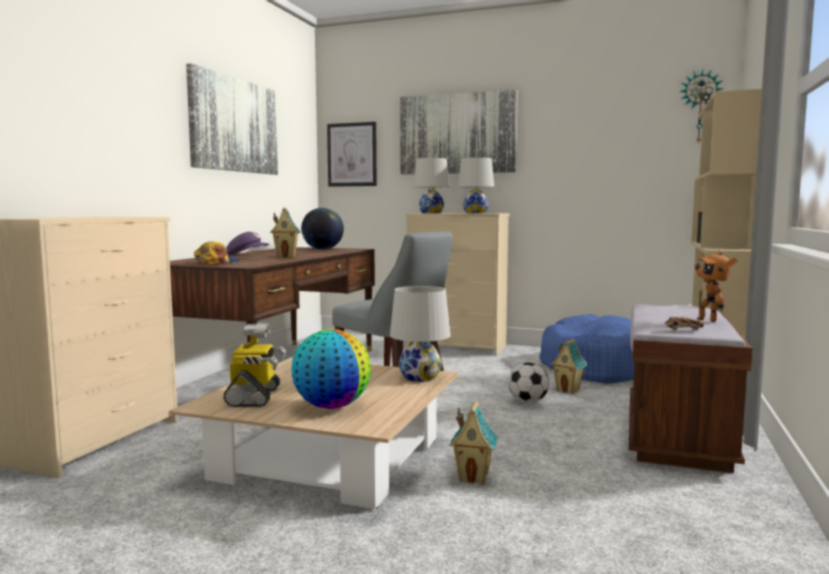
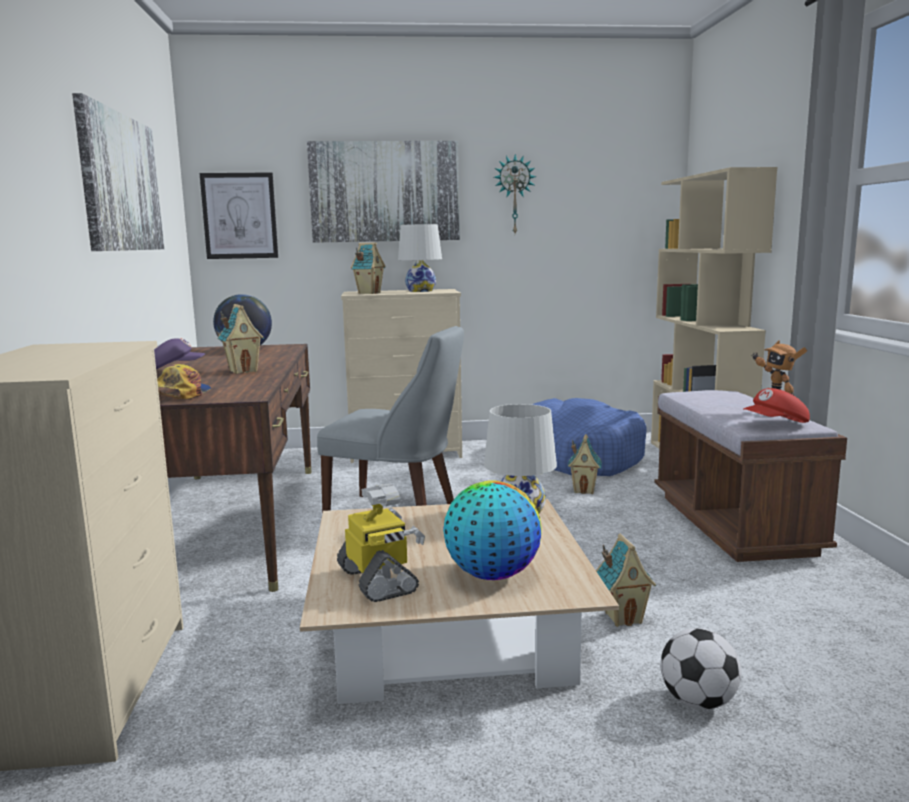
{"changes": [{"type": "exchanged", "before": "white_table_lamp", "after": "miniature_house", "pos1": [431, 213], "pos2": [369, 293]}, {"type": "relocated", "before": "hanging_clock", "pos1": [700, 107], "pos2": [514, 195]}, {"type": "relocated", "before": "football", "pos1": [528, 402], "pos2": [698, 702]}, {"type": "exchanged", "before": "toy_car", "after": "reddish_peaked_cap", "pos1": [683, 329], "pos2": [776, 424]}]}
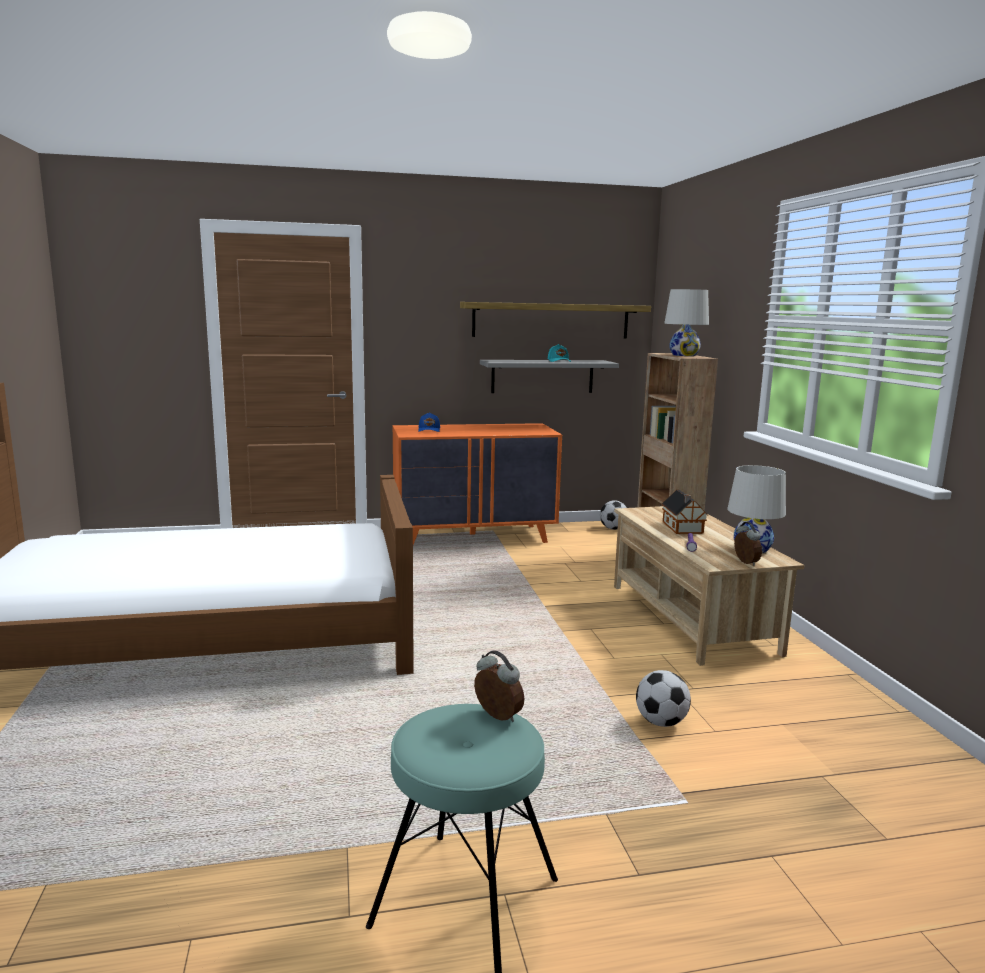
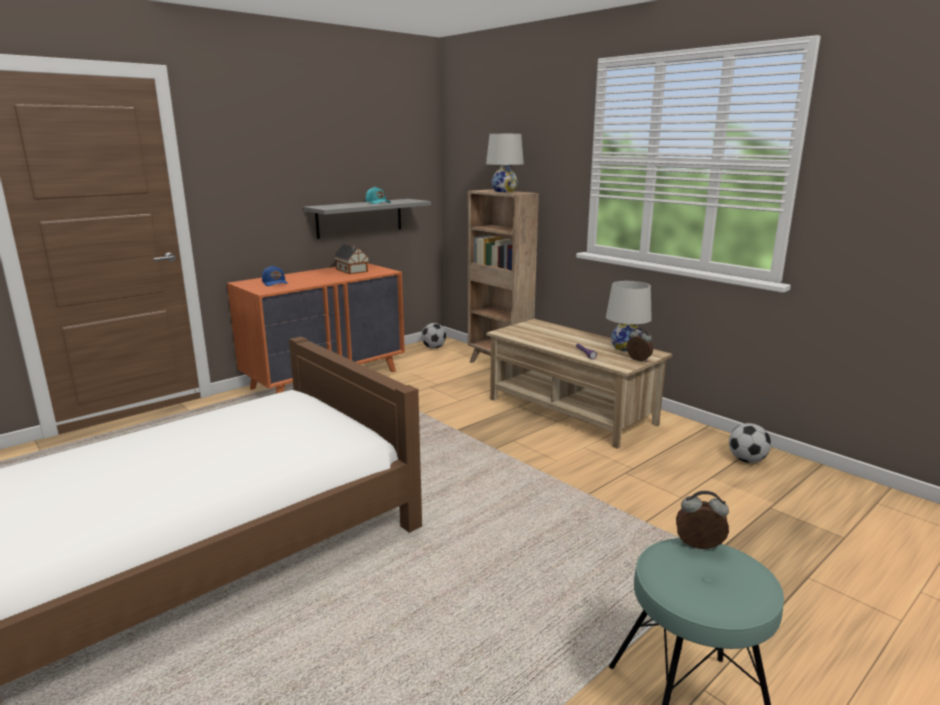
{"changes": [{"type": "relocated", "before": "miniature_house", "pos1": [682, 528], "pos2": [352, 270]}, {"type": "relocated", "before": "football", "pos1": [661, 722], "pos2": [747, 460]}, {"type": "missing", "before": "bracket_shelf", "pos1": [551, 320]}]}
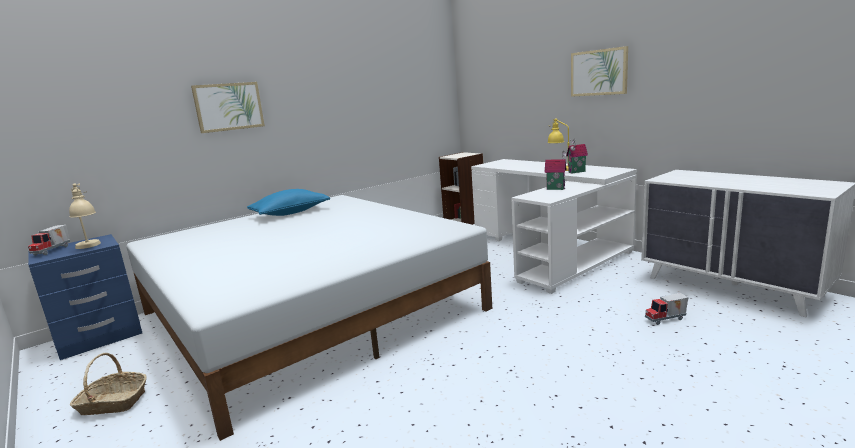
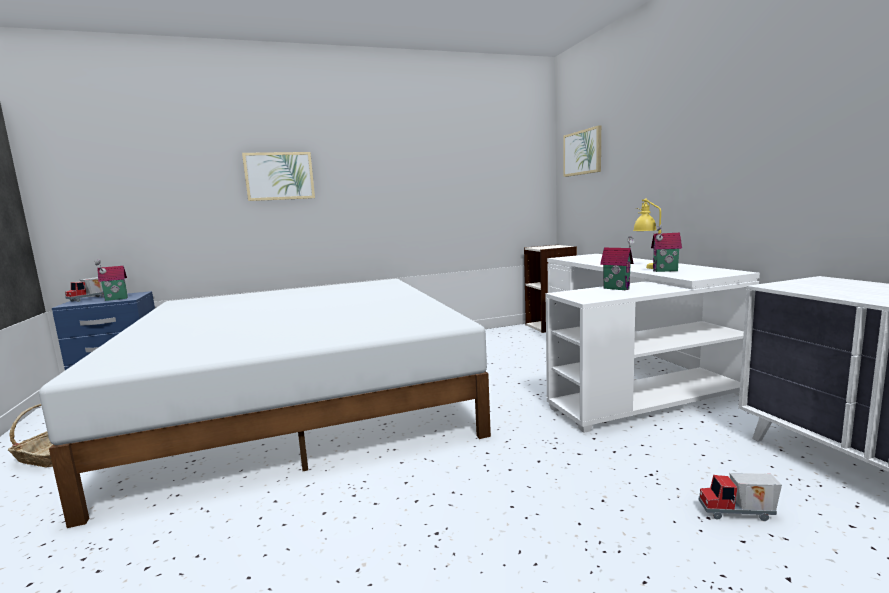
{"changes": [{"type": "exchanged", "before": "beige-coloured_table_lamp", "after": "miniature_house", "pos1": [91, 247], "pos2": [116, 299]}, {"type": "relocated", "before": "wall_art", "pos1": [598, 72], "pos2": [582, 152]}, {"type": "missing", "before": "blue-coloured_cushion", "pos1": [290, 213]}]}
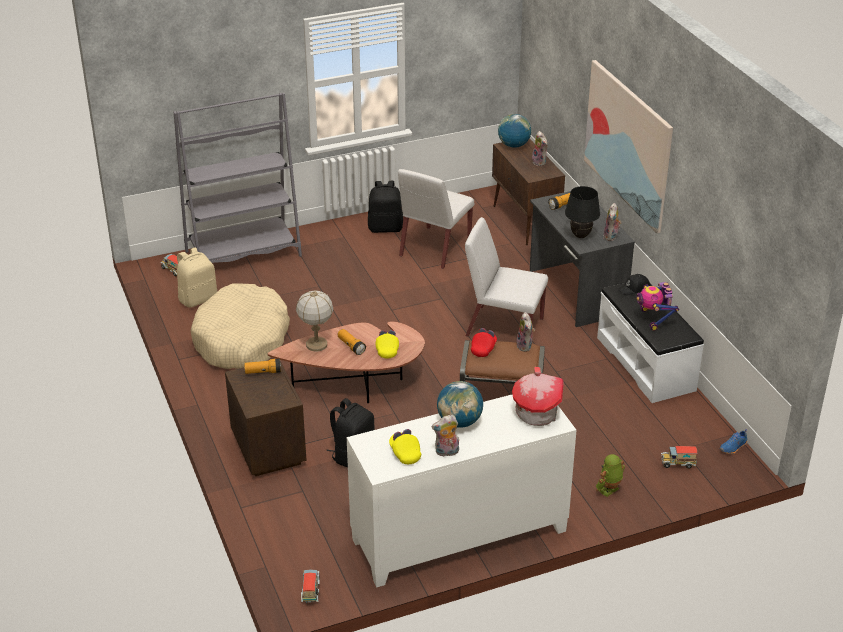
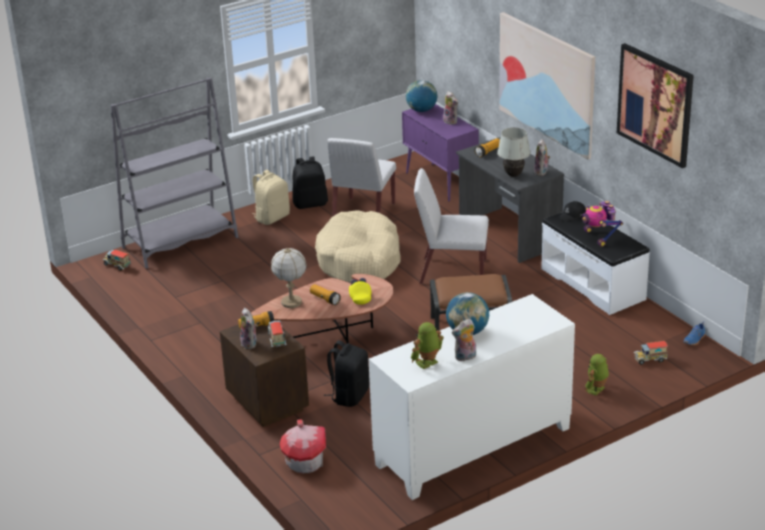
{"changes": [{"type": "relocated", "before": "plush_toy", "pos1": [525, 346], "pos2": [250, 344]}, {"type": "relocated", "before": "beige-coloured_rucksack", "pos1": [198, 298], "pos2": [272, 218]}, {"type": "relocated", "before": "toy_lorry", "pos1": [311, 591], "pos2": [277, 341]}, {"type": "relocated", "before": "miniature_house", "pos1": [537, 413], "pos2": [305, 462]}, {"type": "relocated", "before": "beige-coloured_pet_bed", "pos1": [241, 339], "pos2": [359, 260]}, {"type": "colour", "before": "brown-coloured_storage_cabinet", "after": "purple_storage_cabinet", "pos1": [525, 222], "pos2": [441, 182]}, {"type": "exchanged", "before": "yellow-coloured_peaked_cap", "after": "toy_robot", "pos1": [405, 453], "pos2": [427, 363]}, {"type": "colour", "before": "black-coloured_table_lamp", "after": "white_table_lamp", "pos1": [580, 236], "pos2": [513, 175]}, {"type": "appeared", "after": "wall_art", "pos2": [655, 104]}, {"type": "missing", "before": "reddish_peaked_cap", "pos1": [483, 348]}]}
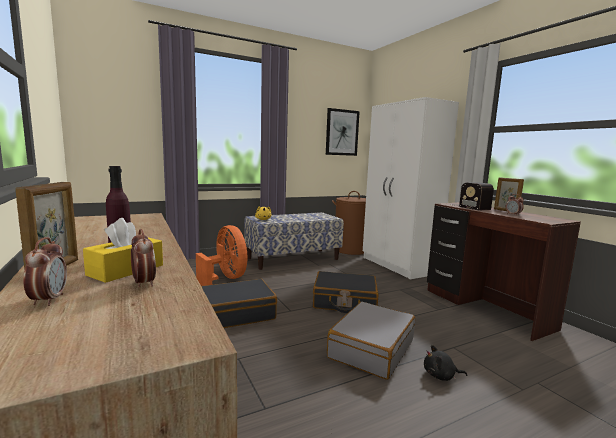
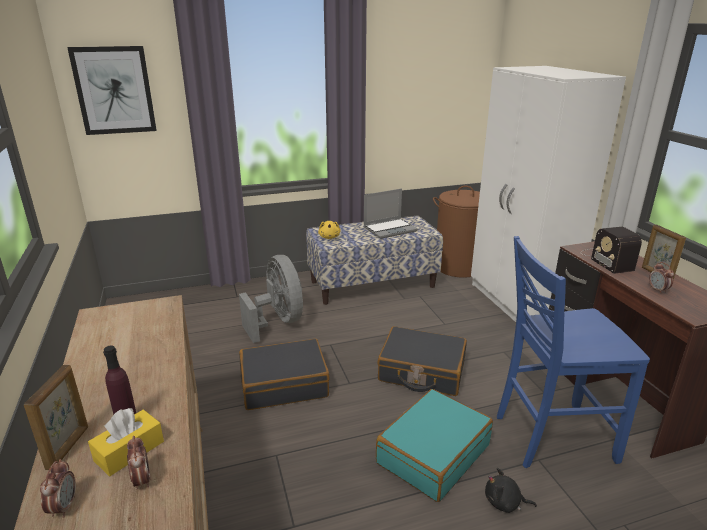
{"changes": [{"type": "relocated", "before": "wall_art", "pos1": [342, 132], "pos2": [114, 90]}, {"type": "colour", "before": "orange-coloured_cooling_fan", "after": "gray_cooling_fan", "pos1": [225, 279], "pos2": [278, 322]}, {"type": "appeared", "after": "notebook_computer", "pos2": [390, 229]}, {"type": "colour", "before": "gray_suitcase", "after": "turquoise-coloured_suitcase", "pos1": [371, 349], "pos2": [432, 453]}, {"type": "appeared", "after": "blue-coloured_plain_chair", "pos2": [550, 436]}]}
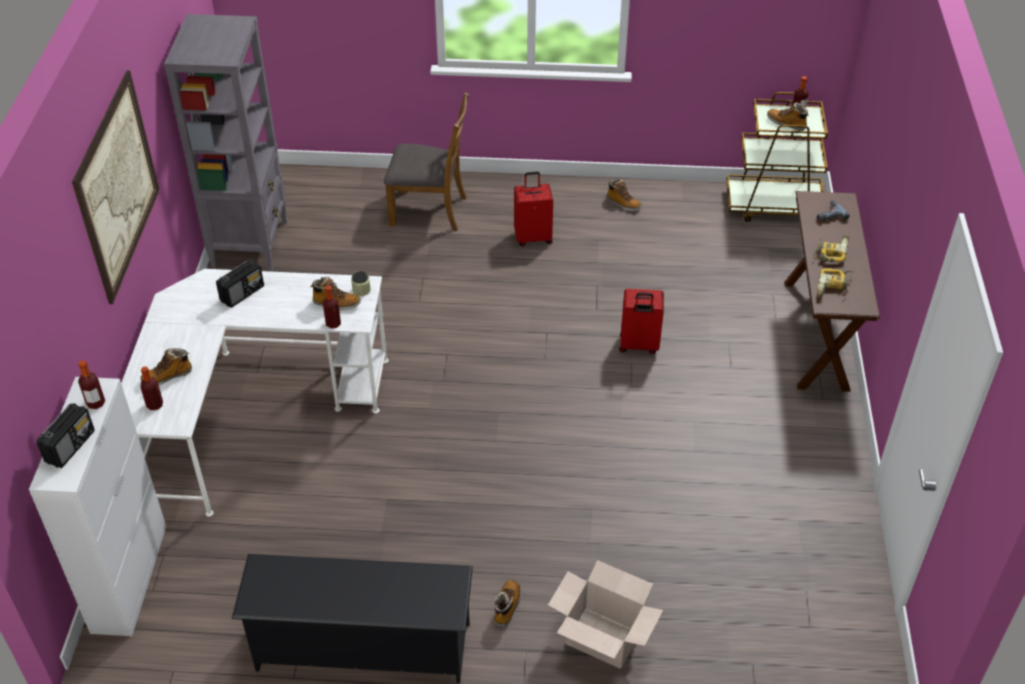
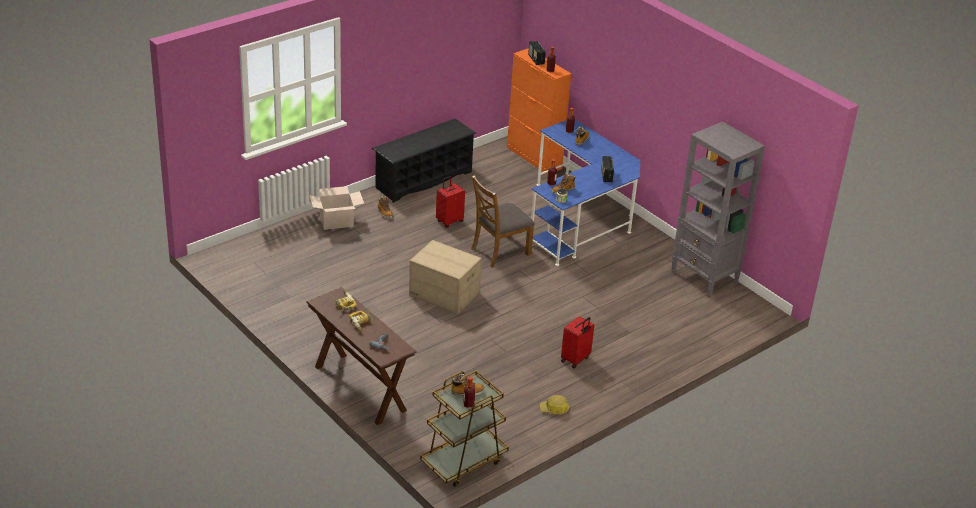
{"changes": [{"type": "appeared", "after": "packing_box", "pos2": [444, 294]}, {"type": "relocated", "before": "reddish_suitcase", "pos1": [638, 345], "pos2": [449, 221]}, {"type": "relocated", "before": "brown-coloured_plain_chair", "pos1": [429, 210], "pos2": [500, 251]}, {"type": "colour", "before": "white_storage_cabinet", "after": "orange-coloured_storage_cabinet", "pos1": [130, 577], "pos2": [534, 158]}, {"type": "colour", "before": "white_desk", "after": "blue-coloured_desk", "pos1": [248, 411], "pos2": [581, 218]}, {"type": "exchanged", "before": "high-top_boot", "after": "safety_helmet", "pos1": [623, 204], "pos2": [554, 409]}, {"type": "missing", "before": "wall_art", "pos1": [117, 186]}]}
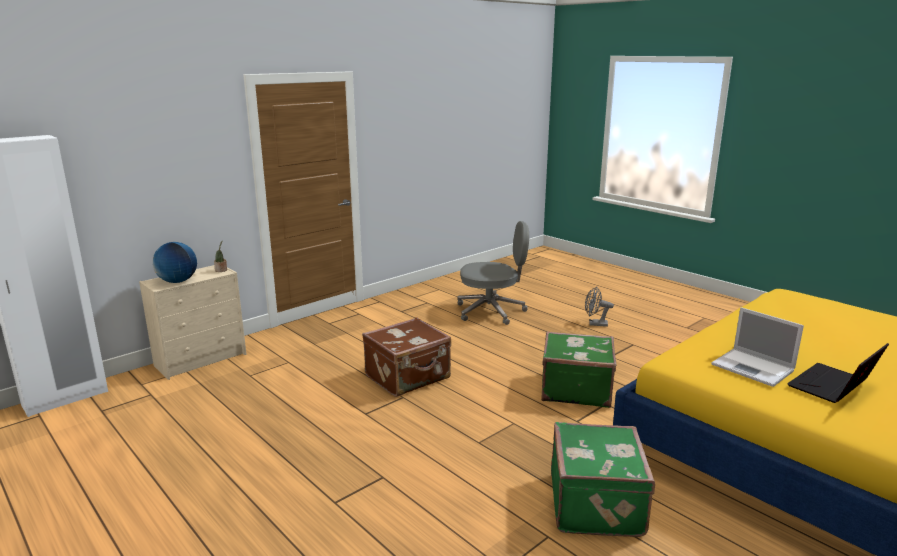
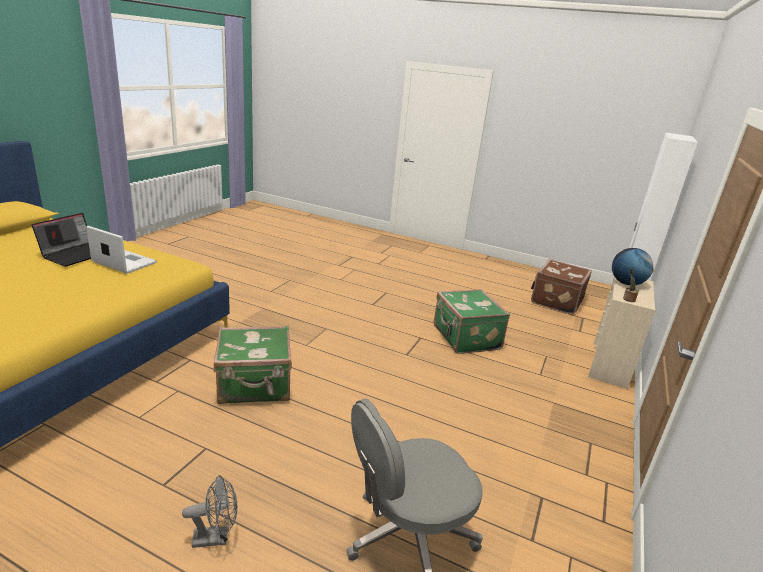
{"changes": [{"type": "relocated", "before": "green_suitcase", "pos1": [597, 504], "pos2": [465, 338]}, {"type": "relocated", "before": "brown-coloured_suitcase", "pos1": [408, 377], "pos2": [555, 301]}]}
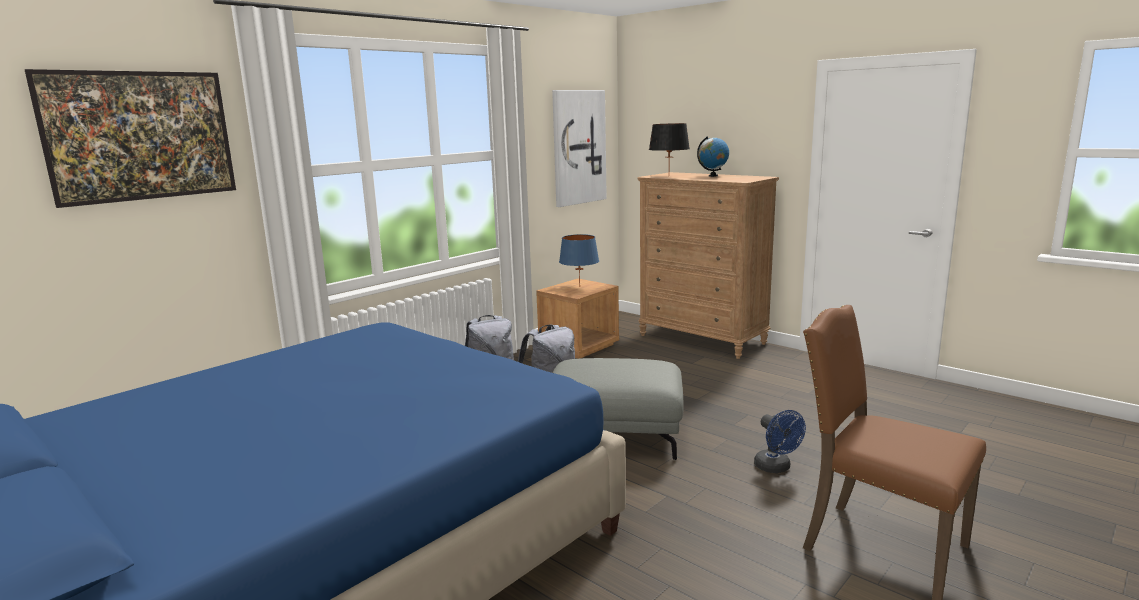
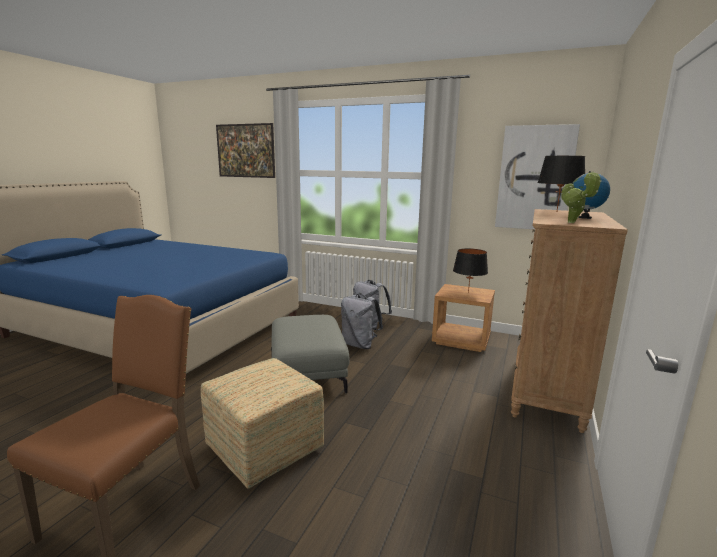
{"changes": [{"type": "exchanged", "before": "blue-coloured_cooling_fan", "after": "pouffe", "pos1": [776, 468], "pos2": [266, 449]}, {"type": "colour", "before": "blue-coloured_table_lamp", "after": "black-coloured_table_lamp", "pos1": [579, 287], "pos2": [468, 292]}, {"type": "appeared", "after": "plant_in_a_pot", "pos2": [573, 223]}]}
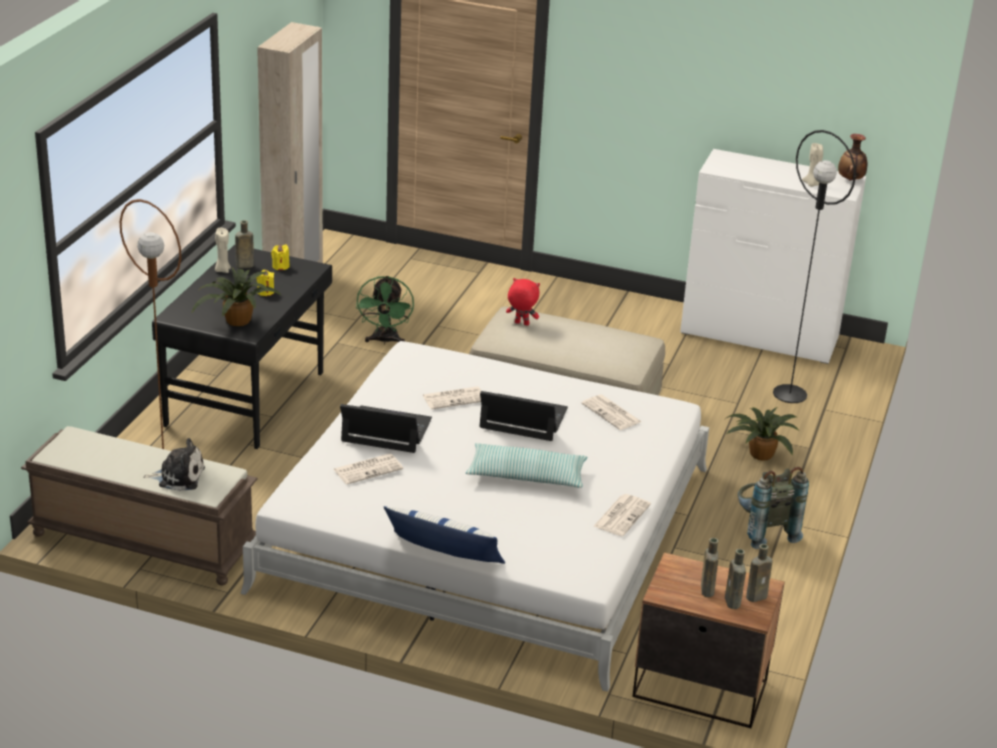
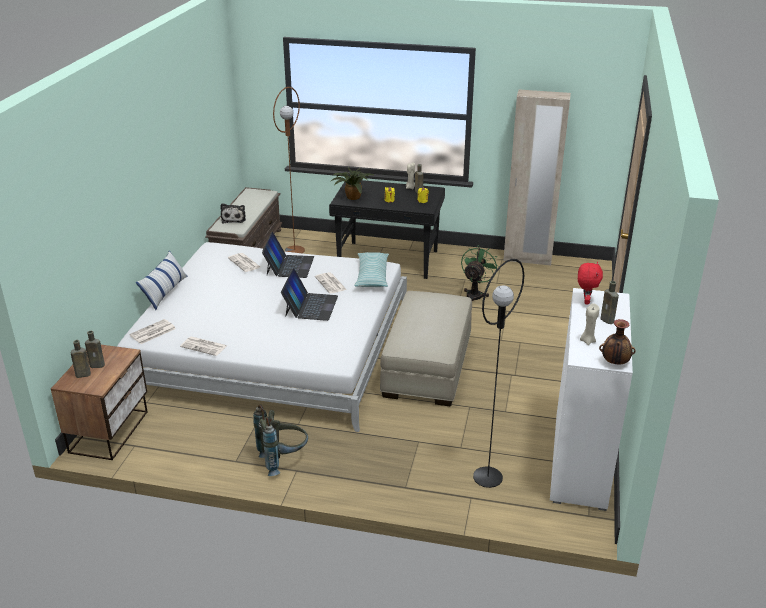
{"changes": [{"type": "relocated", "before": "newspaper", "pos1": [612, 413], "pos2": [152, 332]}, {"type": "relocated", "before": "cushion", "pos1": [526, 476], "pos2": [372, 276]}, {"type": "spun", "before": "green_cooling_fan", "pos1": [385, 341], "pos2": [475, 294], "turn": 120}, {"type": "relocated", "before": "reddish_plush_toy", "pos1": [521, 324], "pos2": [585, 301]}, {"type": "relocated", "before": "brown-coloured_bottle", "pos1": [758, 596], "pos2": [608, 320]}, {"type": "missing", "before": "plant_in_a_pot", "pos1": [759, 454]}]}
